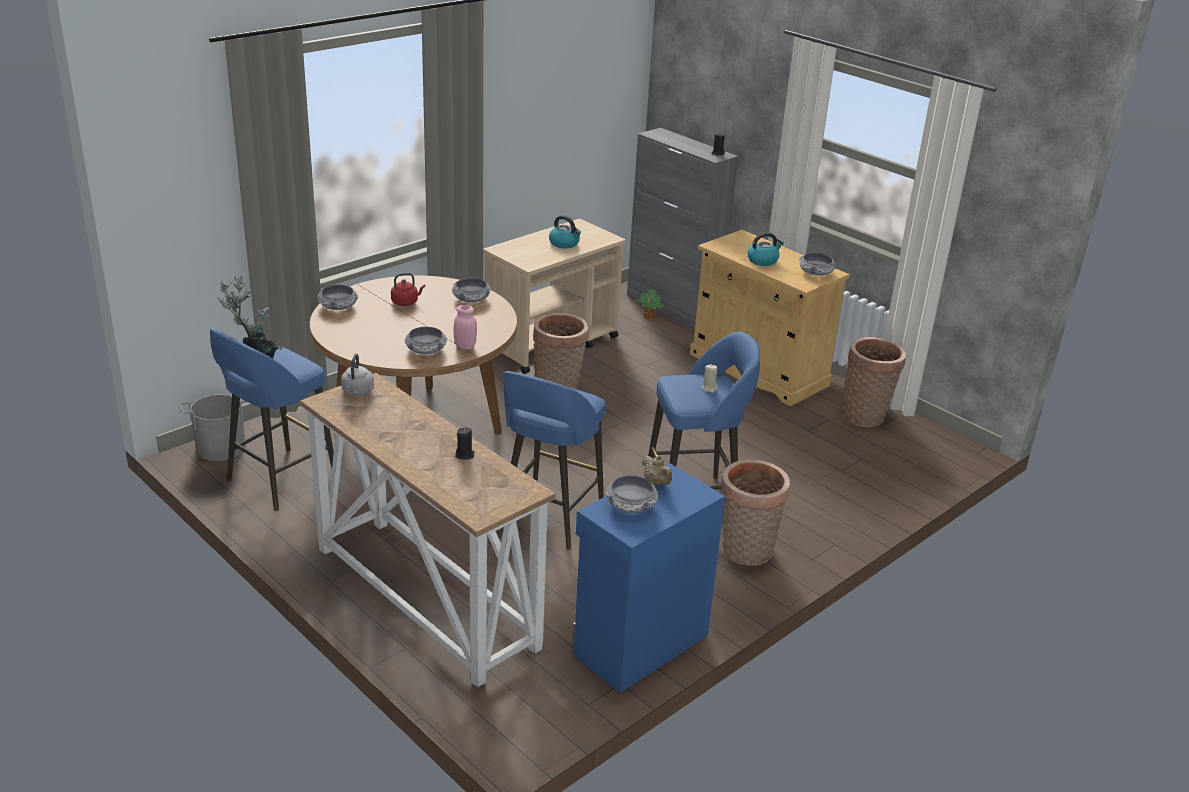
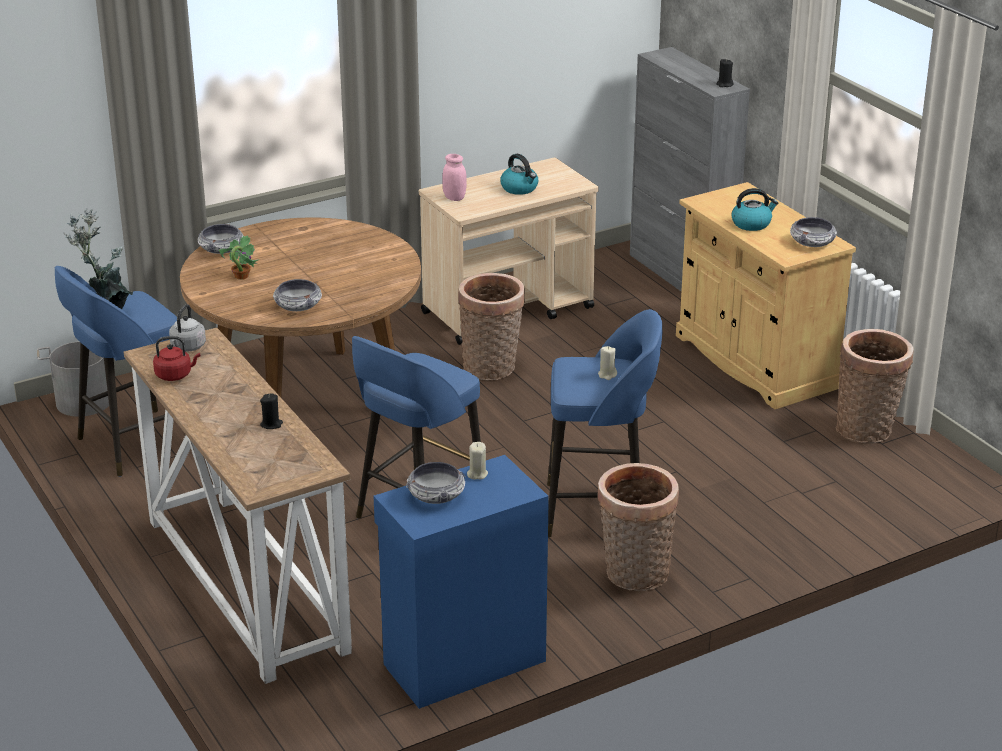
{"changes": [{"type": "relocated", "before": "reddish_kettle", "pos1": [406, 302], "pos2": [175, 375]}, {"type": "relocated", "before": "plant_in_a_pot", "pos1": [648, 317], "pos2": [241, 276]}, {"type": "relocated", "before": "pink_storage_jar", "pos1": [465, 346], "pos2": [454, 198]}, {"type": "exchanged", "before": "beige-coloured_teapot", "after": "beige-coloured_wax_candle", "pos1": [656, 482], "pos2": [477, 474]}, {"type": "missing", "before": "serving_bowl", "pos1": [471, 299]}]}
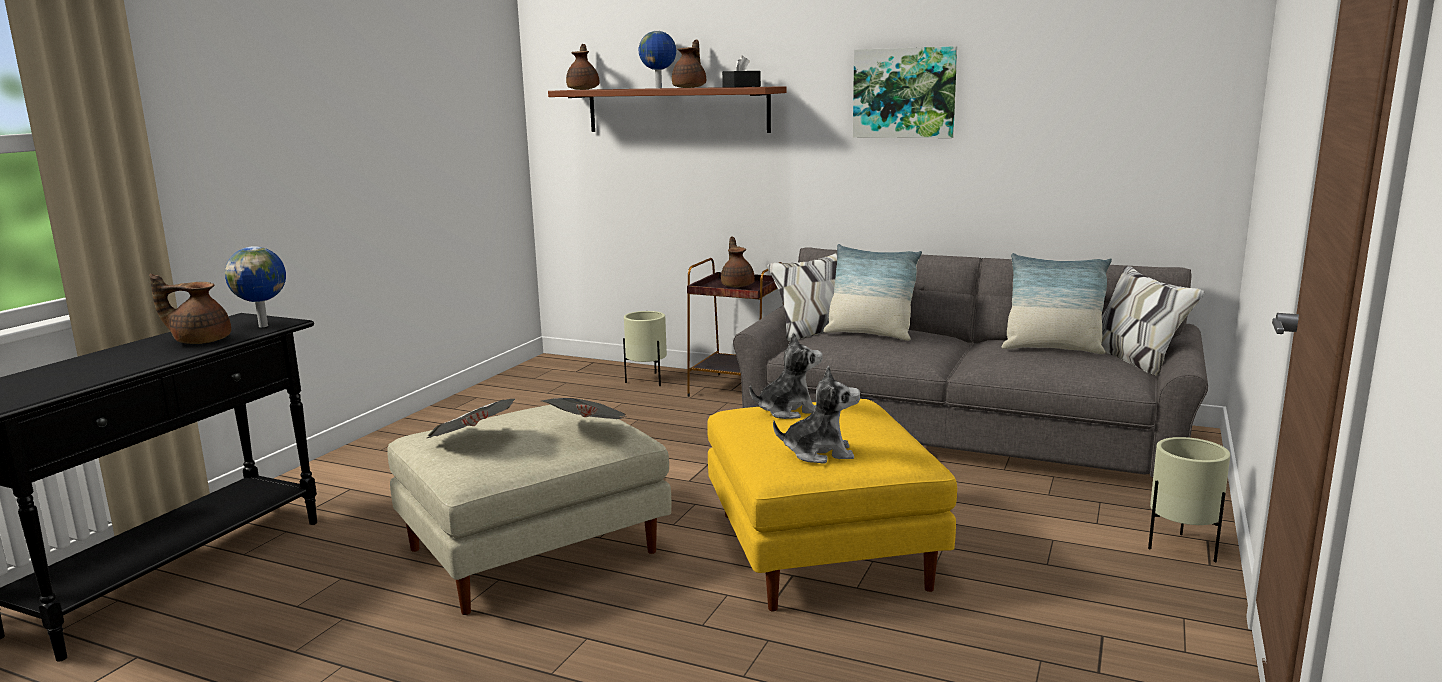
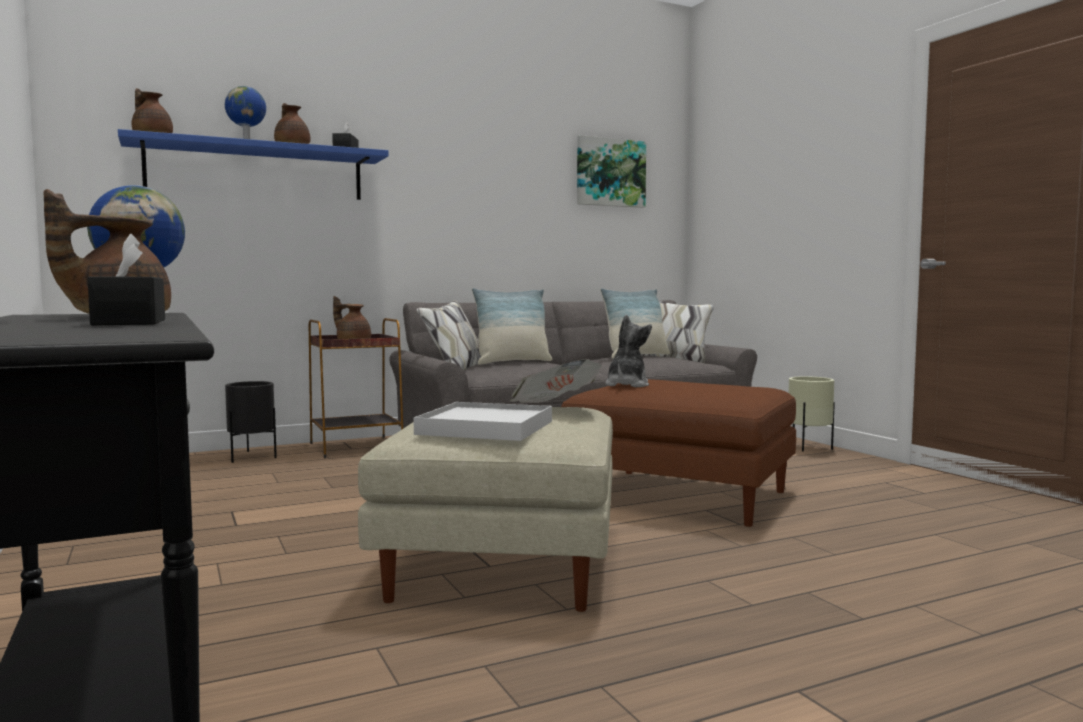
{"changes": [{"type": "appeared", "after": "black-coloured_box_of_tissues", "pos2": [130, 322]}, {"type": "colour", "before": "brown-coloured_bracket_shelf", "after": "blue-coloured_bracket_shelf", "pos1": [677, 110], "pos2": [257, 172]}, {"type": "colour", "before": "beige-coloured_planter", "after": "black-coloured_planter", "pos1": [646, 381], "pos2": [251, 458]}, {"type": "exchanged", "before": "newspaper", "after": "white_carrying_tray", "pos1": [472, 441], "pos2": [485, 428]}, {"type": "colour", "before": "yellow-coloured_pouffe", "after": "brown-coloured_pouffe", "pos1": [818, 548], "pos2": [677, 496]}, {"type": "relocated", "before": "wall_art", "pos1": [904, 93], "pos2": [610, 172]}, {"type": "missing", "before": "plush_toy", "pos1": [819, 453]}]}
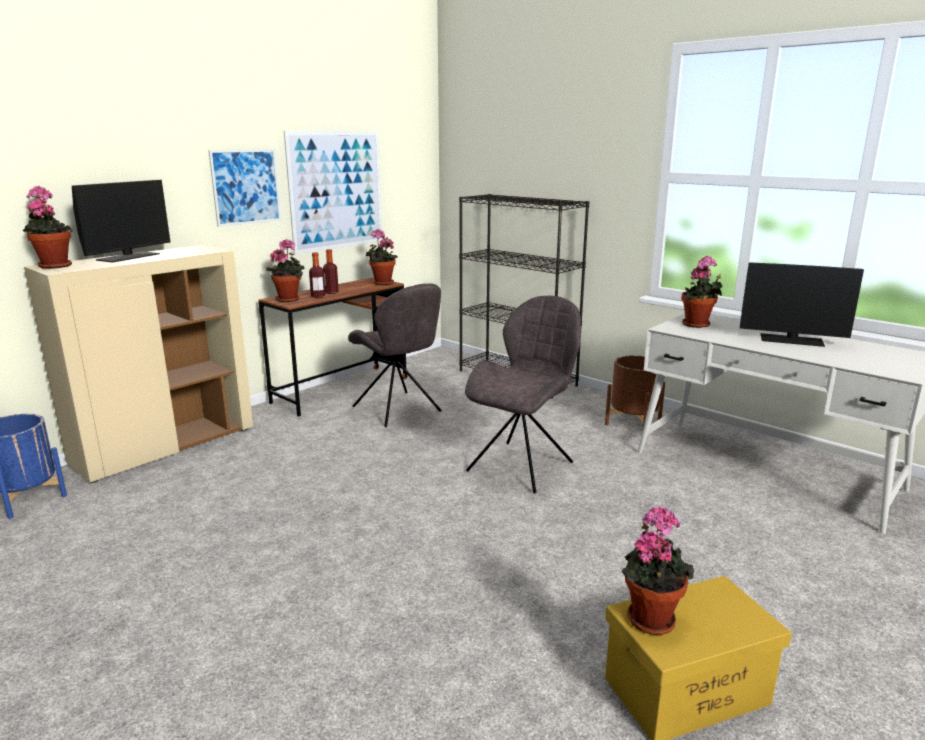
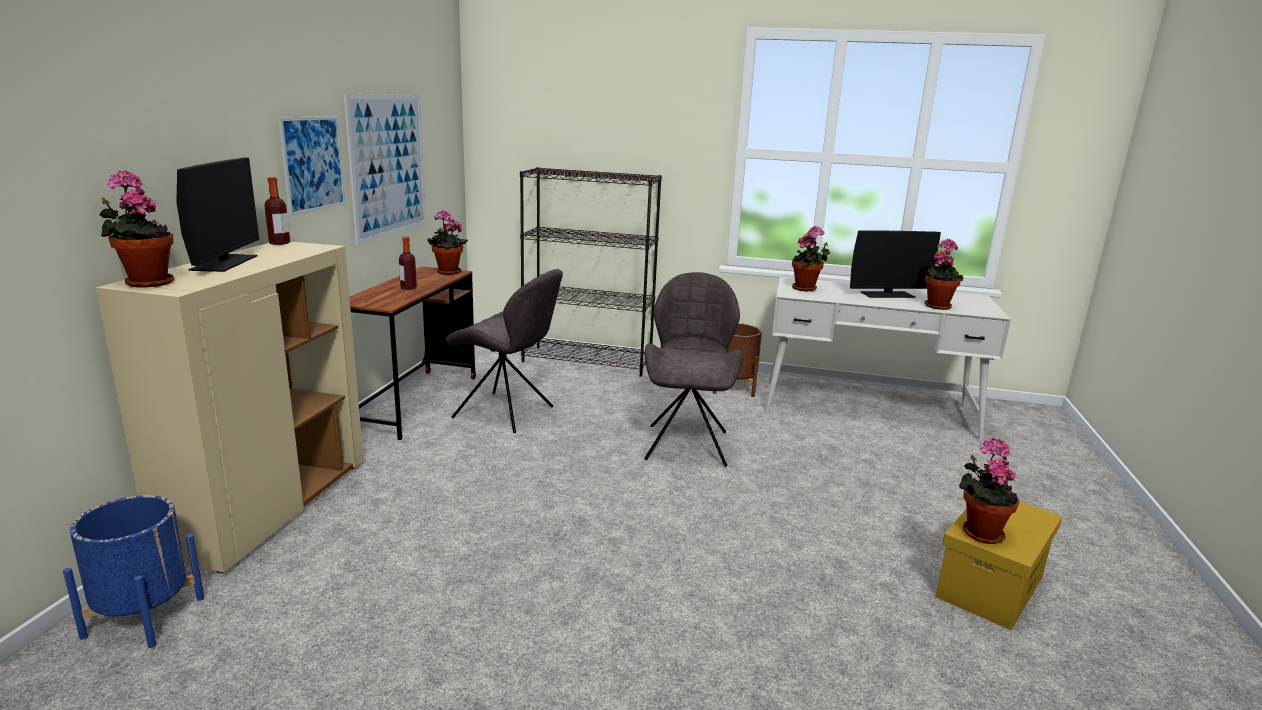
{"changes": [{"type": "relocated", "before": "bottle", "pos1": [318, 296], "pos2": [279, 243]}, {"type": "relocated", "before": "plant_in_a_pot", "pos1": [289, 299], "pos2": [937, 305]}]}
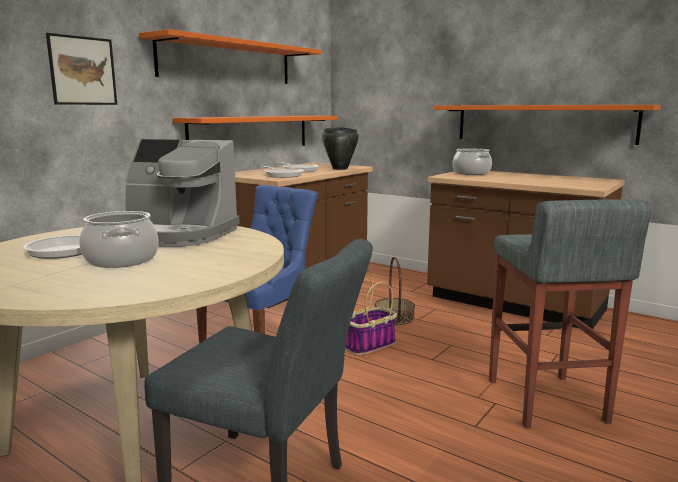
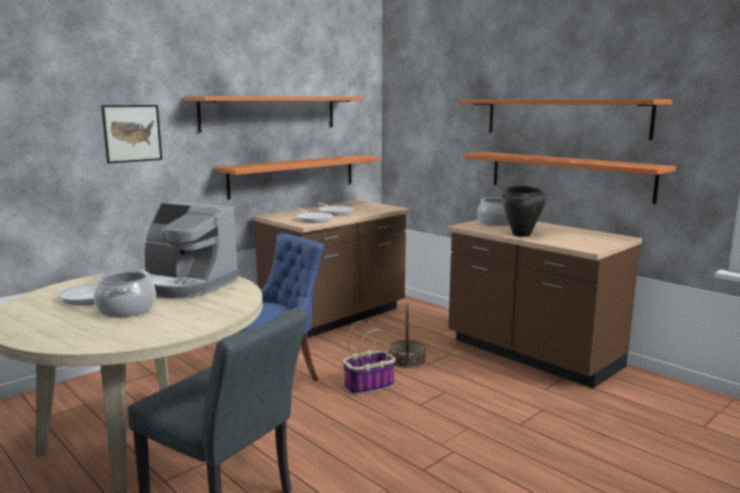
{"changes": [{"type": "appeared", "after": "orange-coloured_bracket_shelf", "pos2": [564, 117]}, {"type": "relocated", "before": "black-coloured_stockpot", "pos1": [340, 168], "pos2": [521, 235]}, {"type": "missing", "before": "gray_sitting_stool", "pos1": [545, 401]}]}
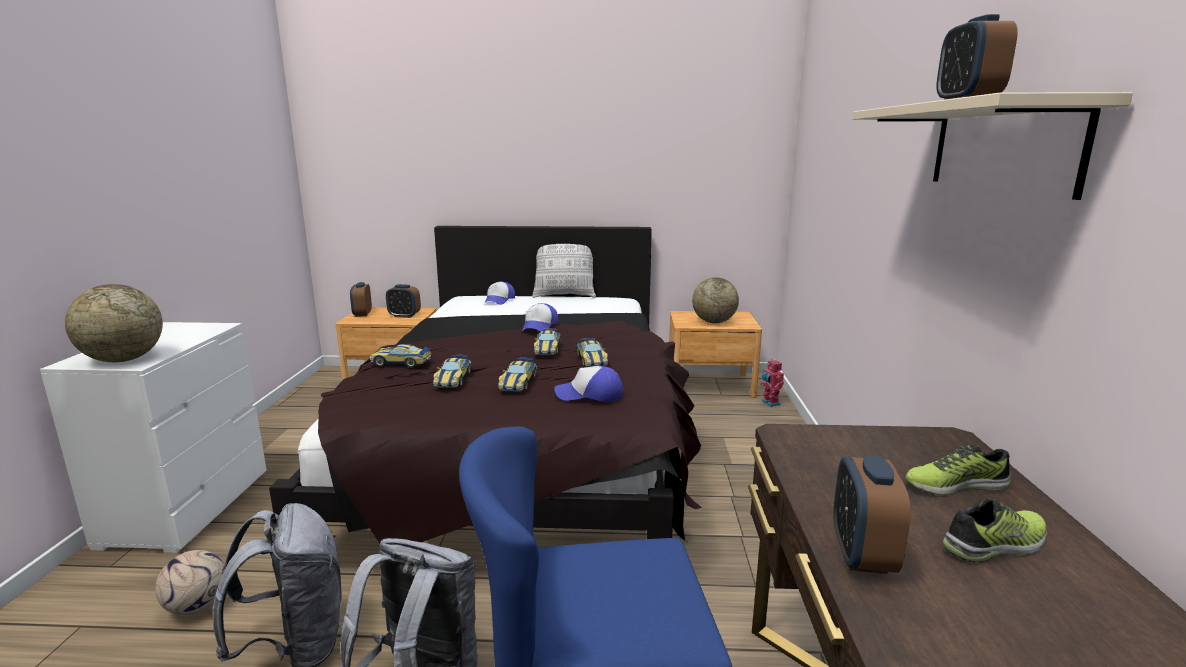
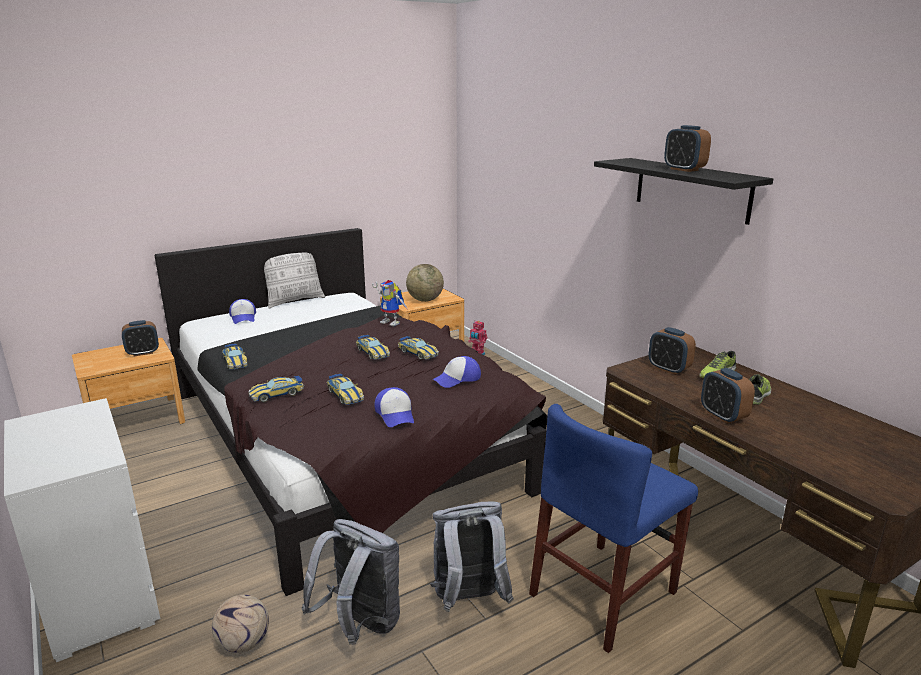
{"changes": [{"type": "relocated", "before": "toy_car", "pos1": [518, 382], "pos2": [235, 362]}, {"type": "appeared", "after": "toy_robot", "pos2": [393, 322]}, {"type": "relocated", "before": "peaked_cap", "pos1": [539, 326], "pos2": [395, 414]}, {"type": "colour", "before": "beige-coloured_bracket_shelf", "after": "black-coloured_bracket_shelf", "pos1": [1001, 147], "pos2": [691, 189]}, {"type": "relocated", "before": "table_clock", "pos1": [362, 314], "pos2": [668, 369]}, {"type": "missing", "before": "desk_globe", "pos1": [123, 359]}]}
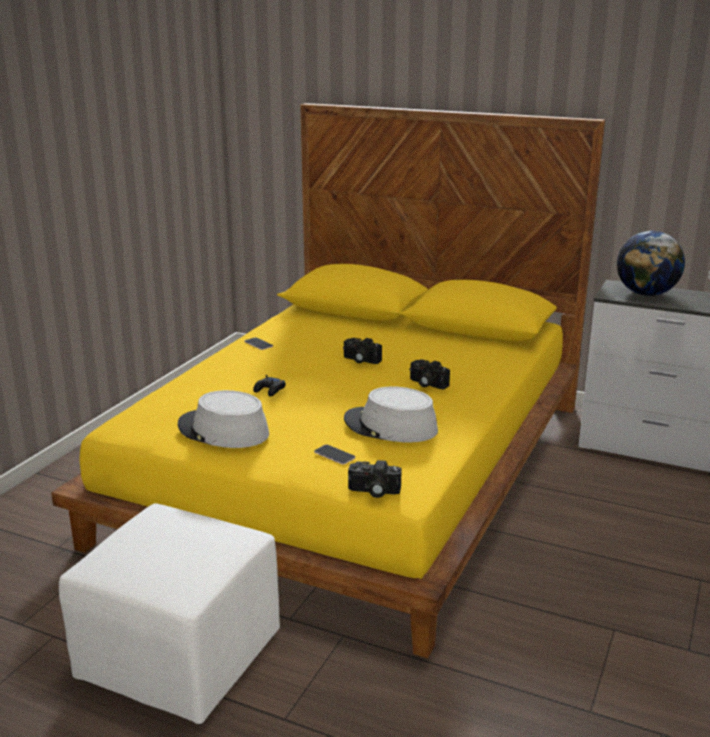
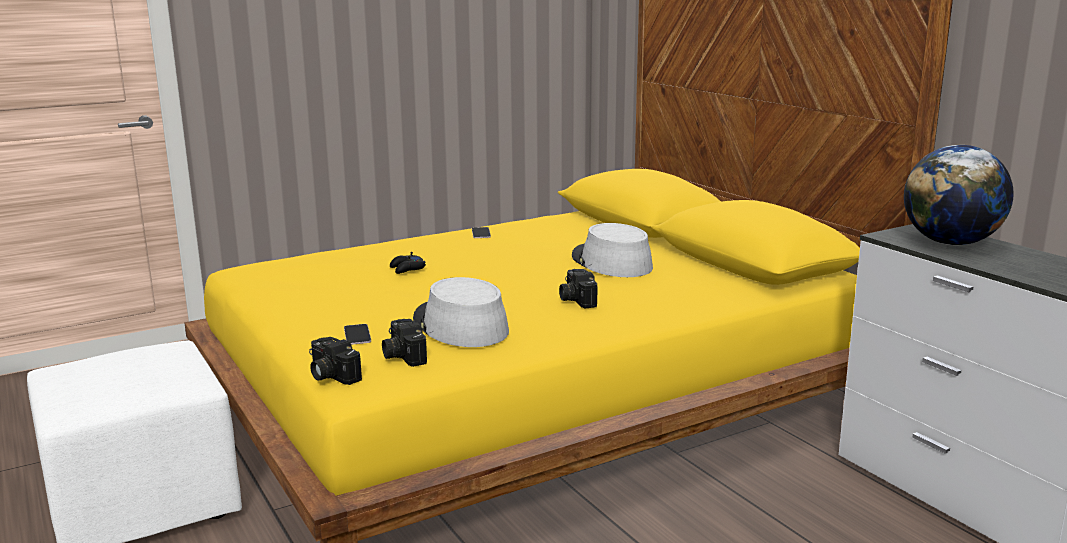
{"changes": [{"type": "relocated", "before": "photo_camera", "pos1": [360, 360], "pos2": [402, 355]}, {"type": "relocated", "before": "gray_wearable_hat", "pos1": [223, 430], "pos2": [611, 262]}]}
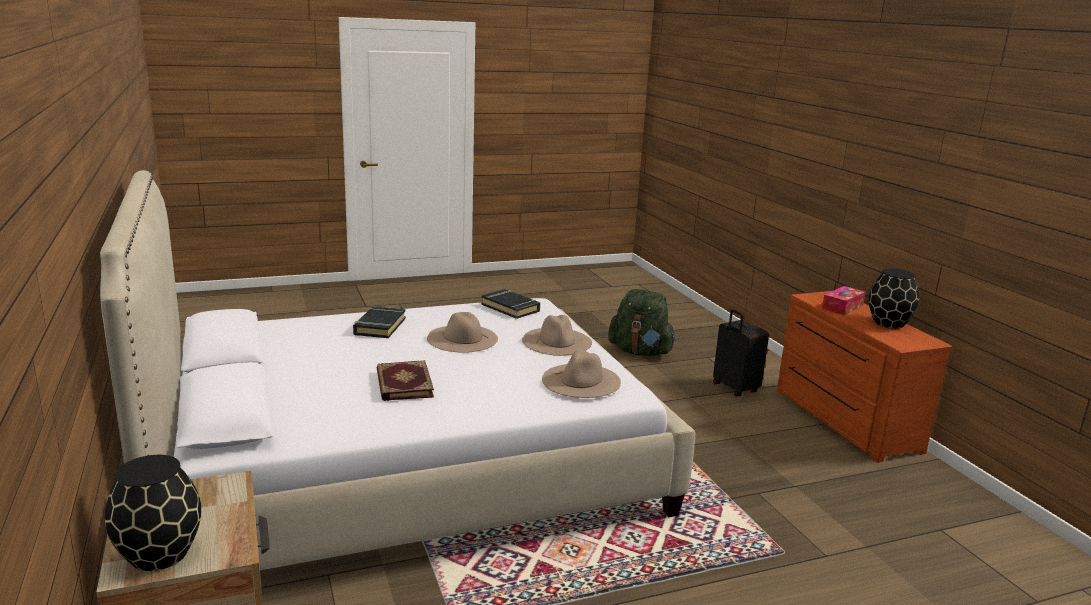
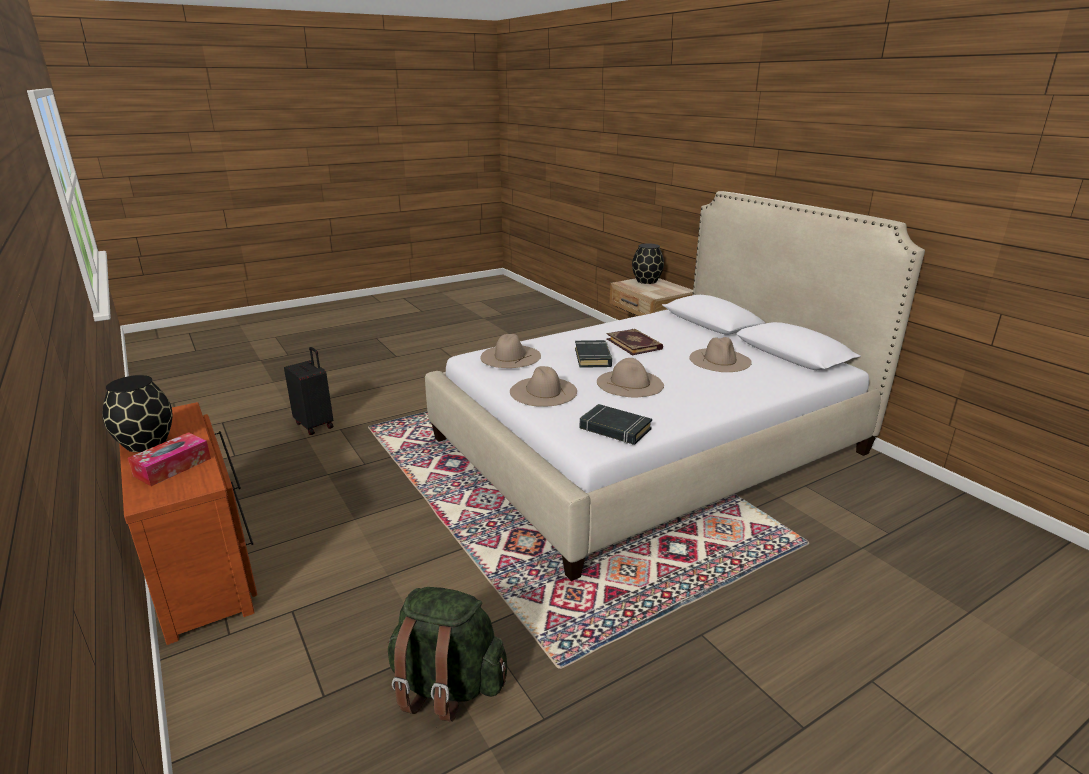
{"changes": [{"type": "relocated", "before": "black-coloured_suitcase", "pos1": [734, 389], "pos2": [315, 425]}, {"type": "relocated", "before": "black-coloured_volume", "pos1": [379, 326], "pos2": [593, 358]}, {"type": "appeared", "after": "beige-coloured_wearable_hat", "pos2": [720, 360]}]}
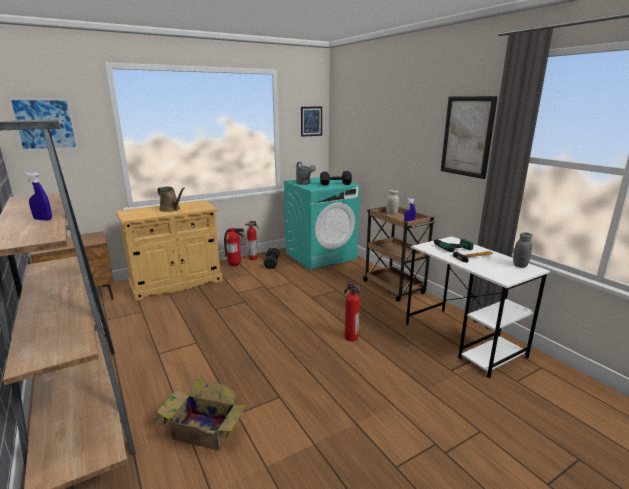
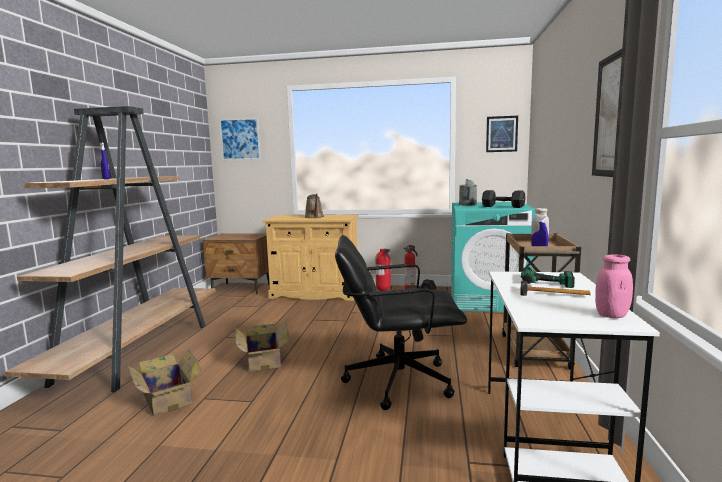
{"changes": [{"type": "appeared", "after": "packing_box", "pos2": [264, 359]}, {"type": "exchanged", "before": "extinguisher", "after": "black-coloured_office_chair", "pos1": [350, 337], "pos2": [397, 380]}, {"type": "colour", "before": "gray_storage_jar", "after": "pink_storage_jar", "pos1": [520, 265], "pos2": [611, 315]}]}
